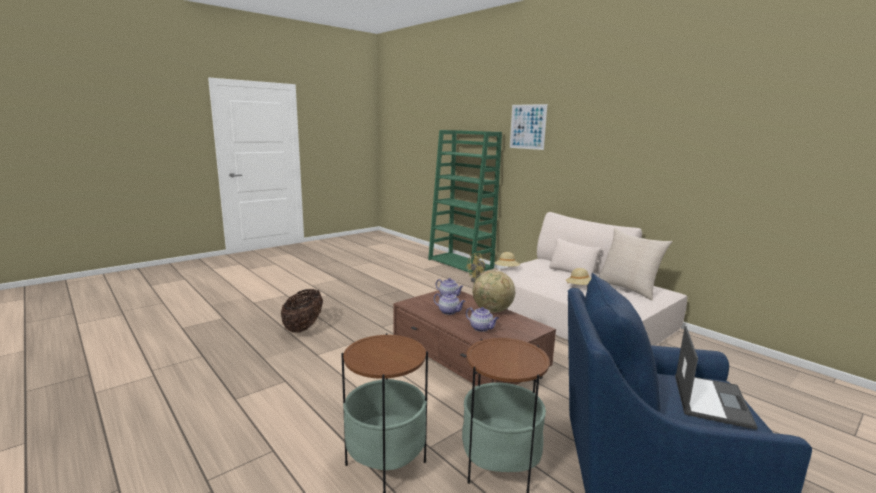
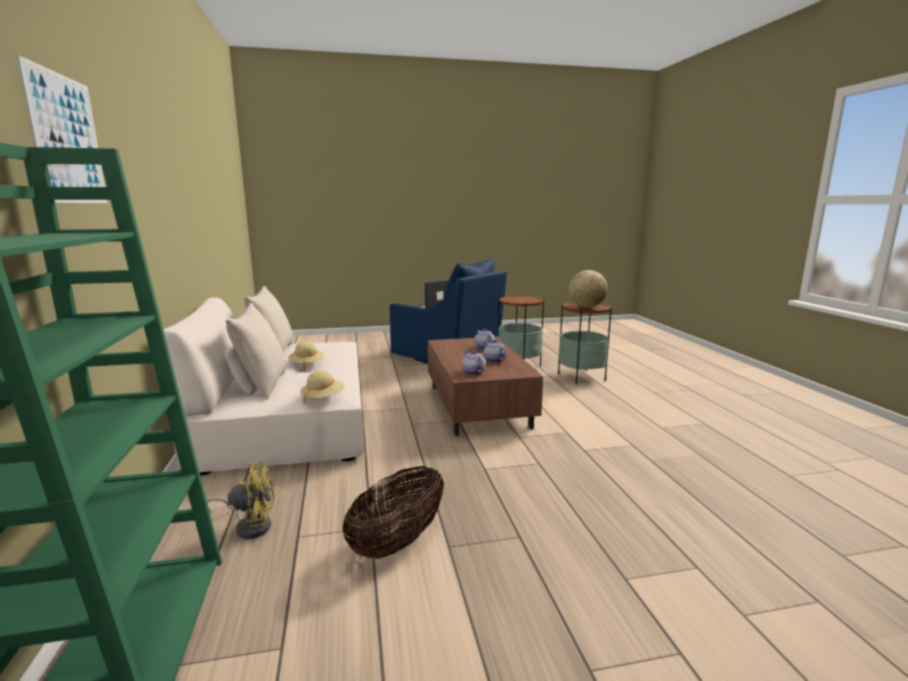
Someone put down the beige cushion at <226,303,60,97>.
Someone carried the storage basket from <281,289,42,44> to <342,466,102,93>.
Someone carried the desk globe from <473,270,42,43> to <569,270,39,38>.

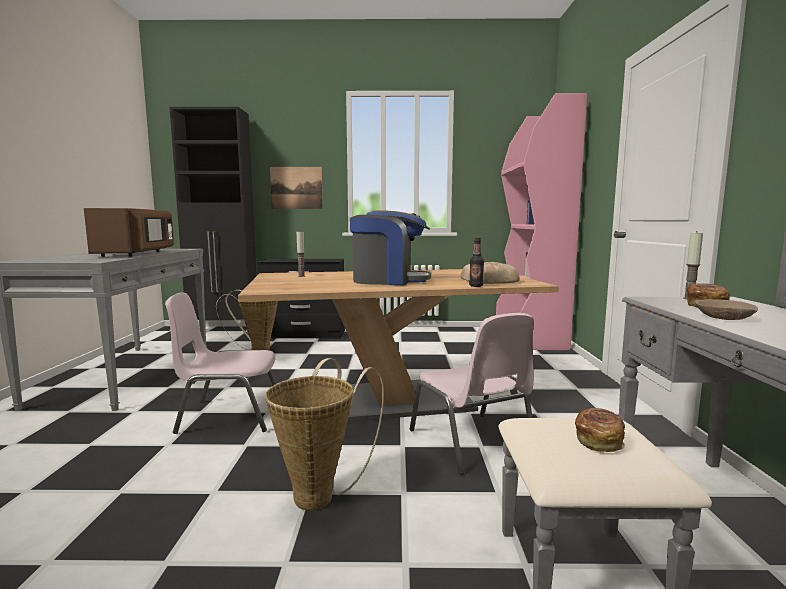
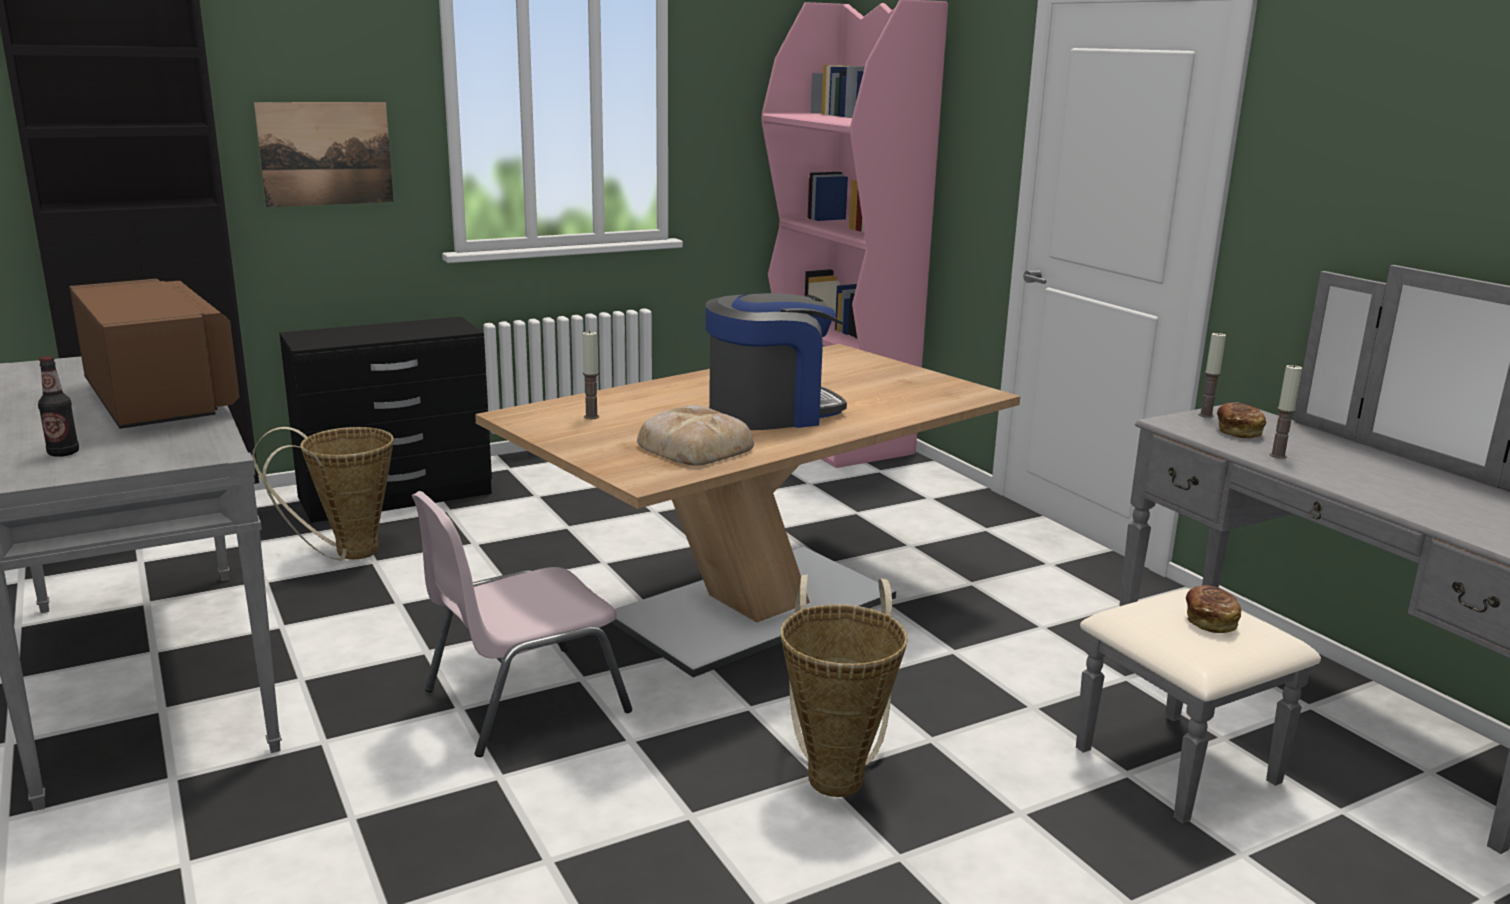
Someone took away the pink chair at <410,313,124,162>.
Someone carried the bakery bread from <460,262,60,22> to <637,405,117,61>.
Someone carried the drink bottle from <469,238,15,49> to <38,356,41,101>.
Someone swapped the beige deep dish at <695,299,63,21> for the candle at <1270,364,32,95>.

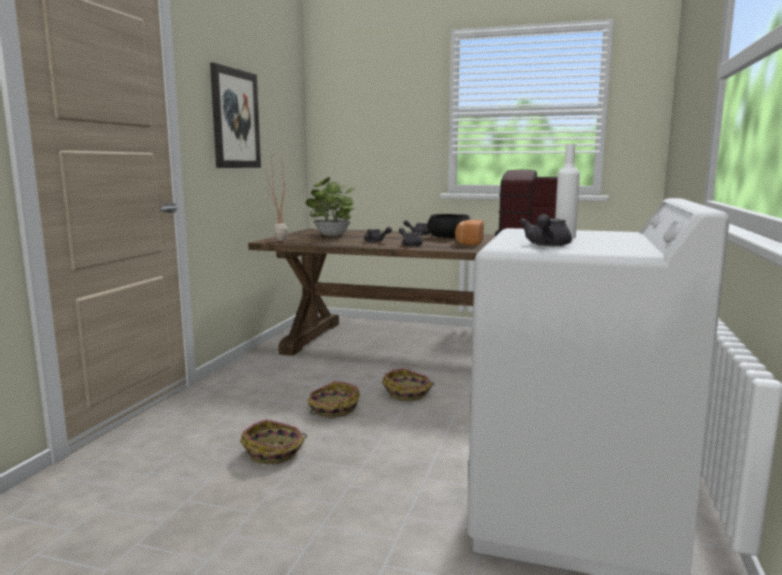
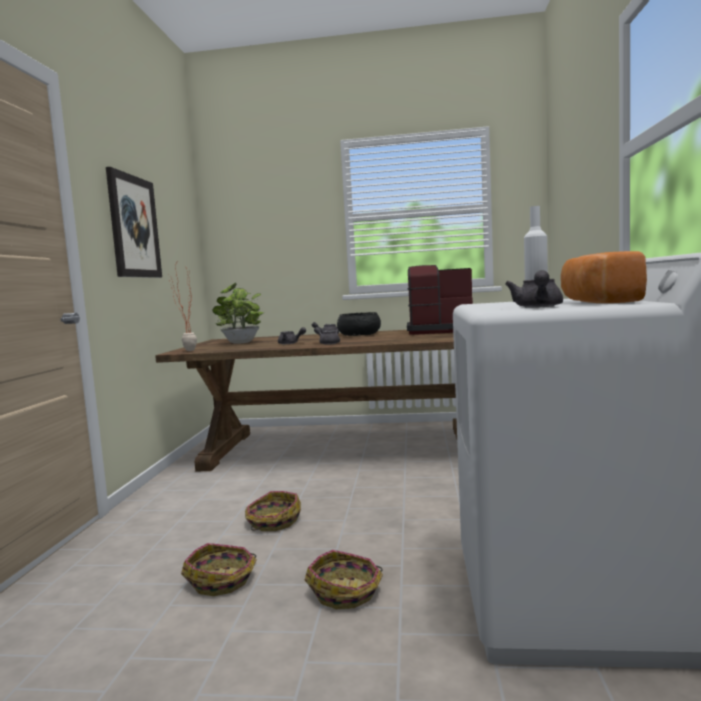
Someone carried the storage basket from <382,368,52,33> to <305,550,78,59>.
Someone carried the bakery bread from <455,220,29,25> to <561,251,86,52>.

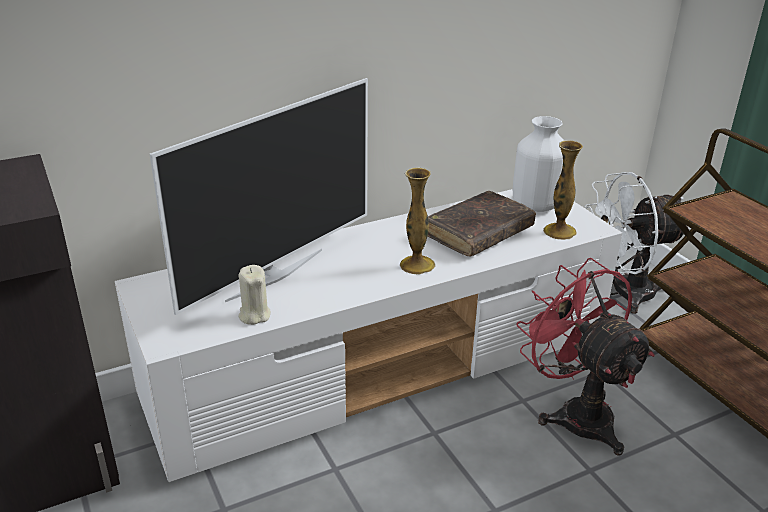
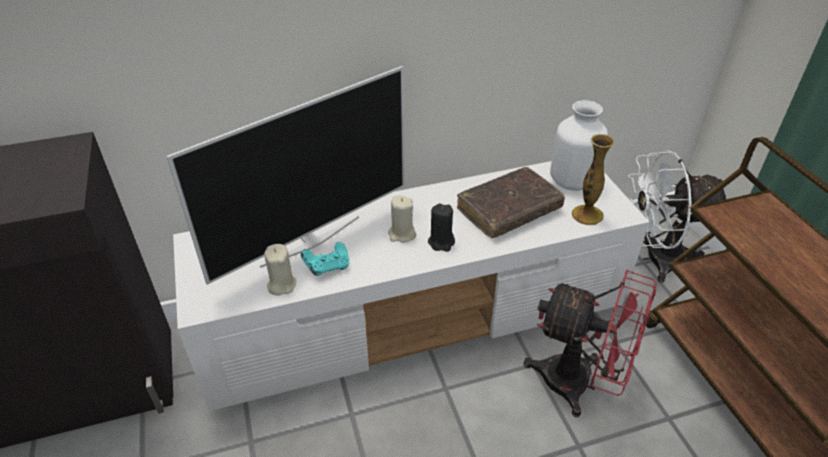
Someone put down the turquoise-coloured joypad at <301,242,48,34>.
Someone put down the beige candle at <388,195,28,48>.
Someone swapped the flower vase at <400,167,36,108> for the black candle at <428,203,27,49>.
Someone rotated the reddish electric fan at <516,258,139,198> by 135 degrees clockwise.

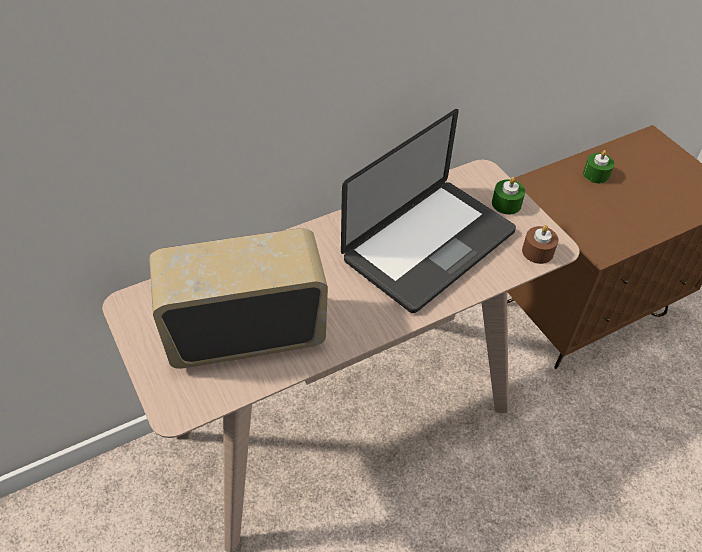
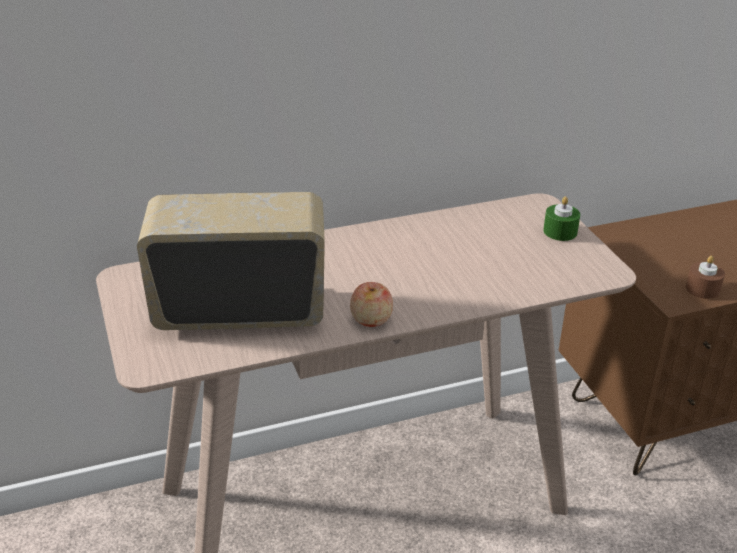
Someone took away the laptop at <341,109,175,204>.
Someone took away the green candle at <583,150,31,33>.
Someone put down the whole apple at <350,282,43,45>.
Someone carried the brownish candle from <522,225,37,39> to <686,256,39,43>.

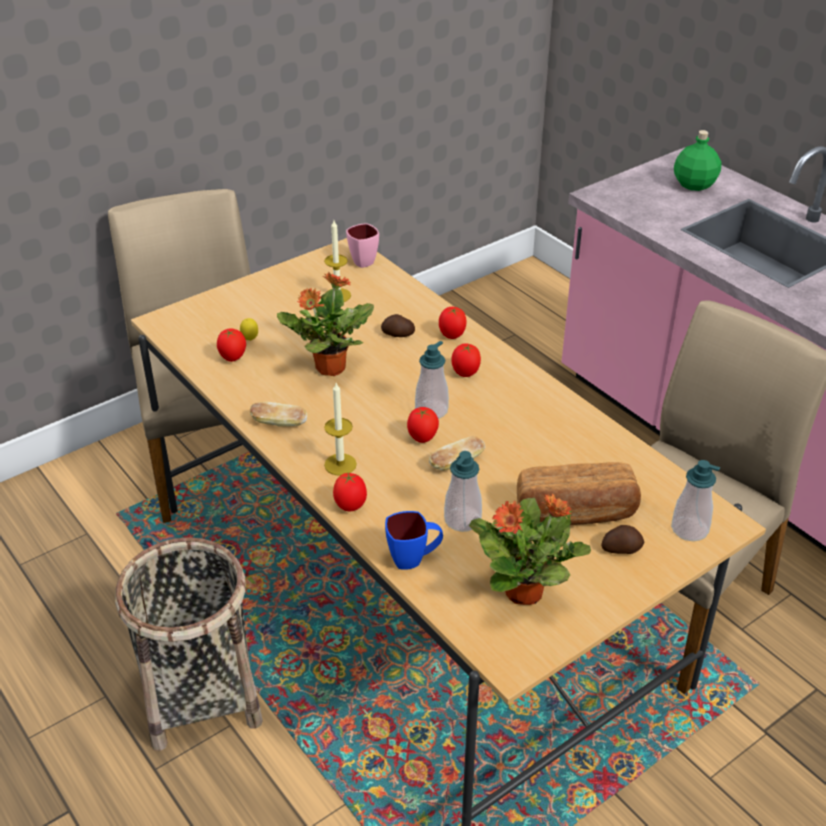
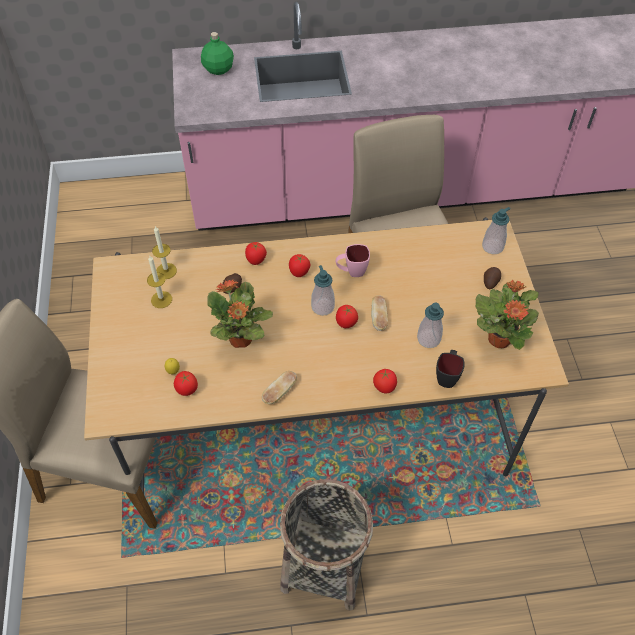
Someone took away the bakery bread at <517,462,124,63>.
Someone carried the candle from <324,383,33,93> to <152,226,25,53>.
Someone carried the pink coffee mug from <346,223,33,45> to <336,244,34,33>.
Someone repainted the bluish coffee mug at <385,511,58,59>, which became the black coffee mug at <436,350,29,38>.

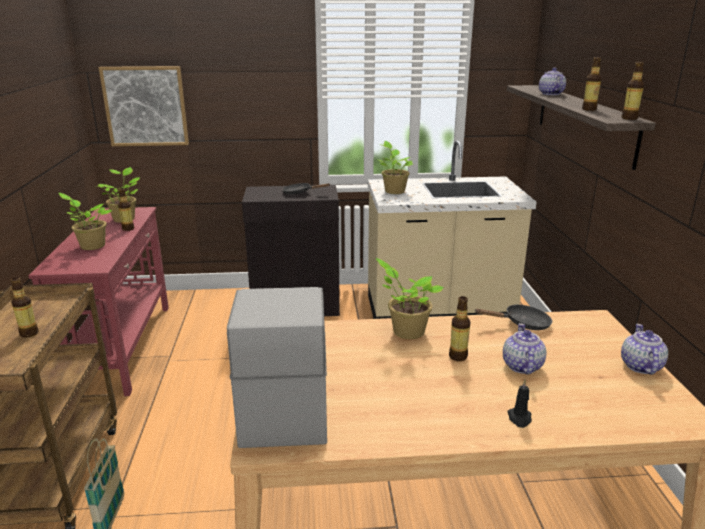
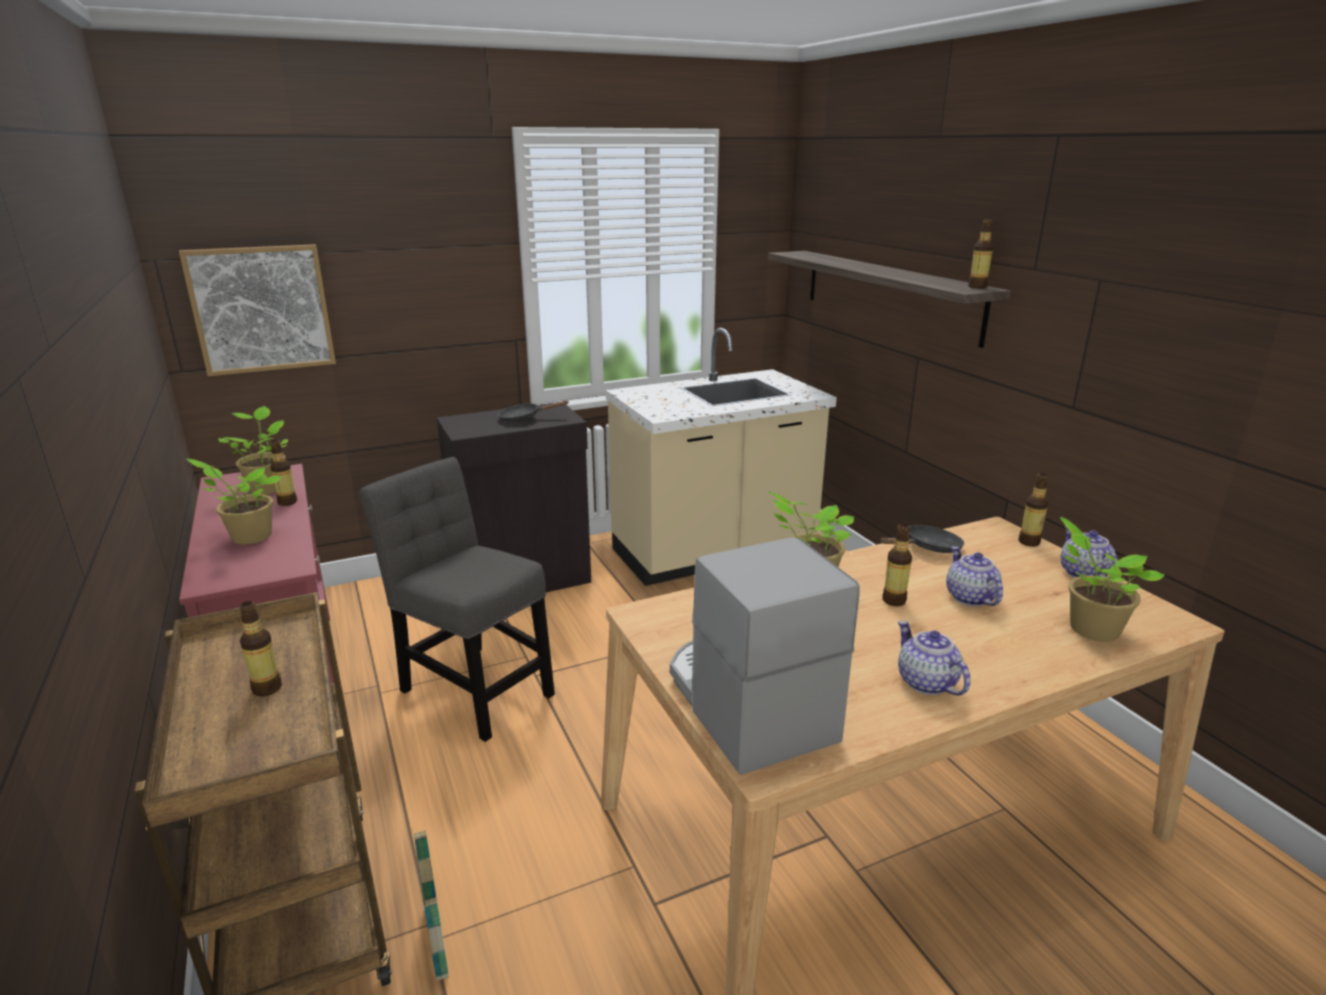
Someone took away the black candle at <507,380,25,48>.
Someone put down the grey chair at <359,457,196,285>.
Someone carried the plant in a pot from <379,141,34,53> to <1060,517,104,125>.
Someone carried the tea pot from <539,68,27,27> to <898,621,73,75>.
Someone carried the drink bottle from <582,57,20,54> to <1018,473,30,74>.

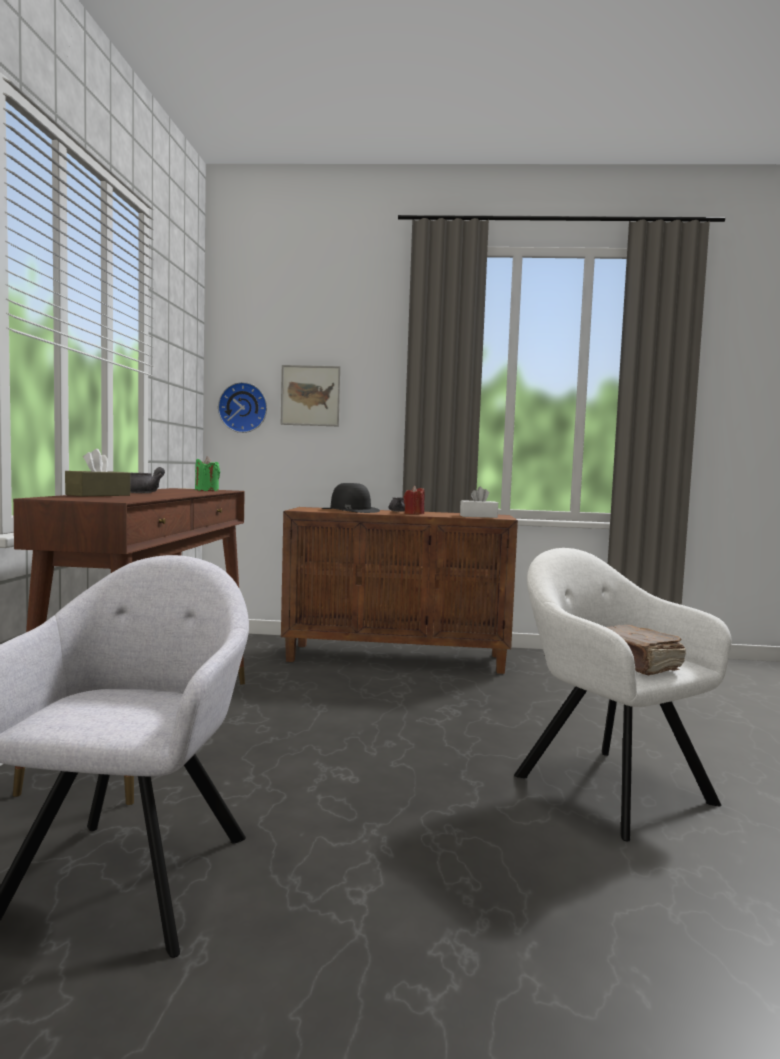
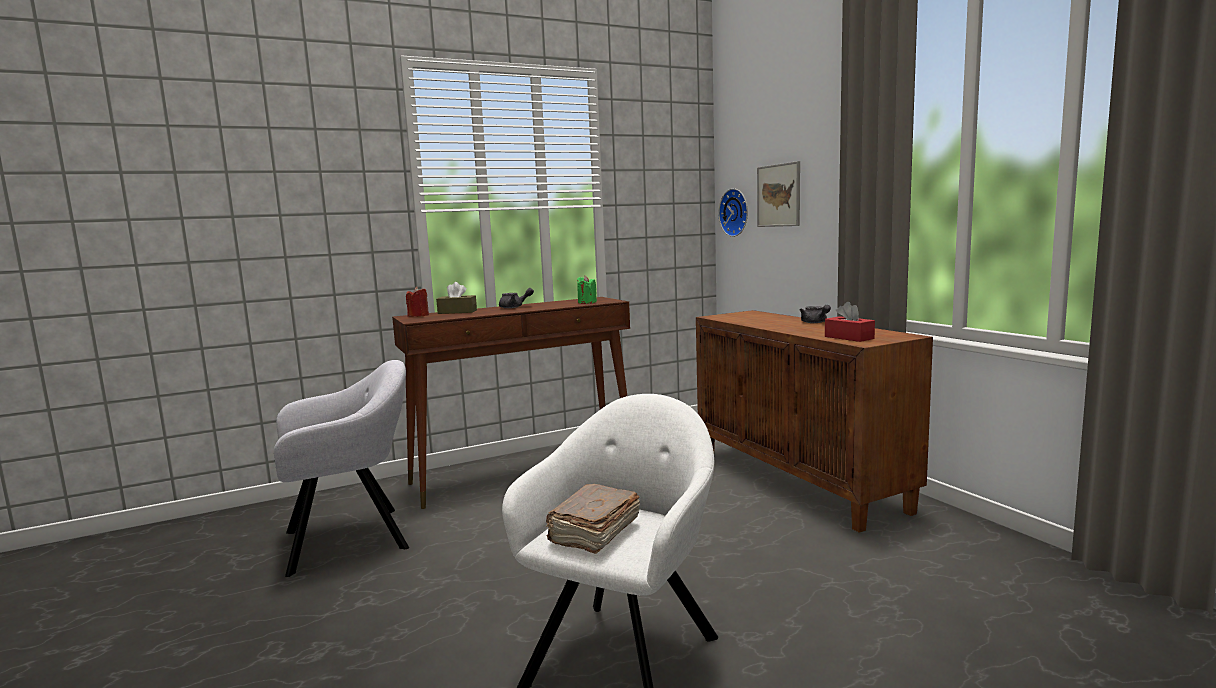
Someone took away the black wearable hat at <321,483,59,30>.
Someone carried the reddish candle from <404,486,21,28> to <406,287,23,30>.
Someone repainted the white tissue box at <460,487,38,31>, which became the reddish tissue box at <825,302,50,40>.

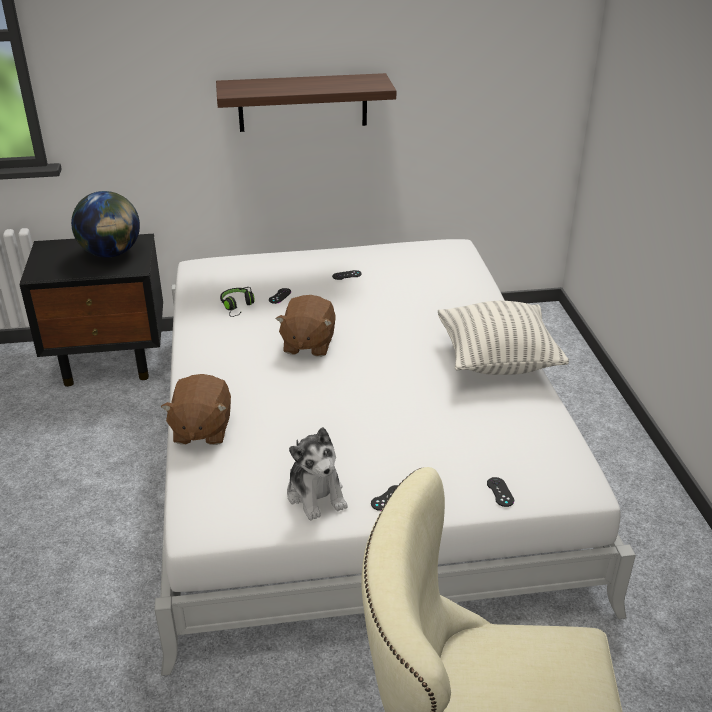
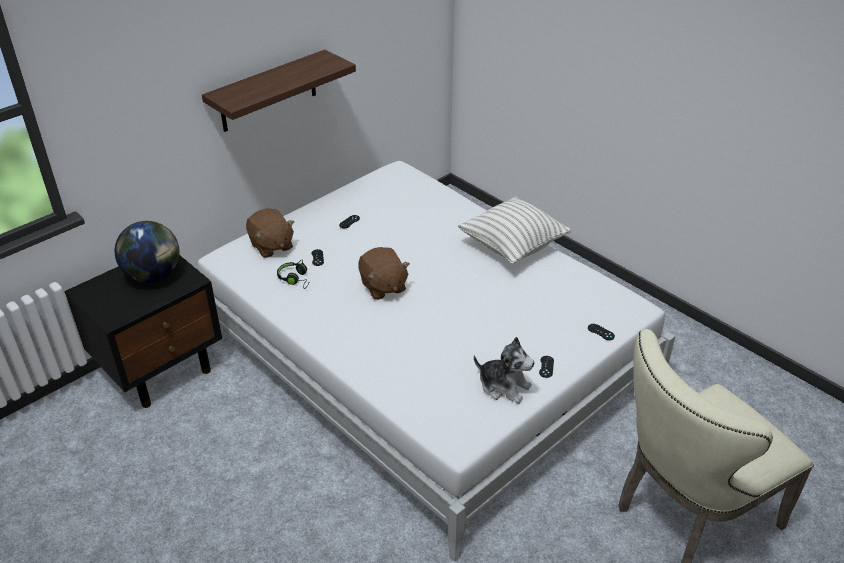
Someone carried the brownish cuddly toy from <161,374,70,71> to <246,209,48,49>.

